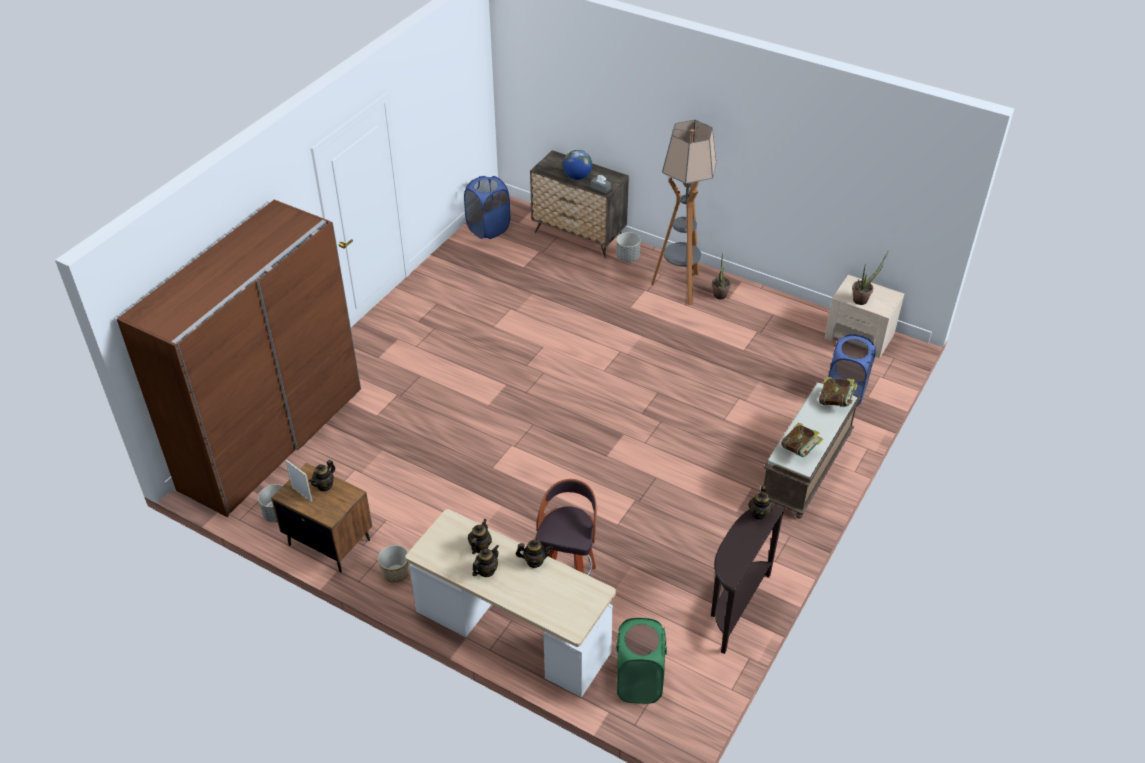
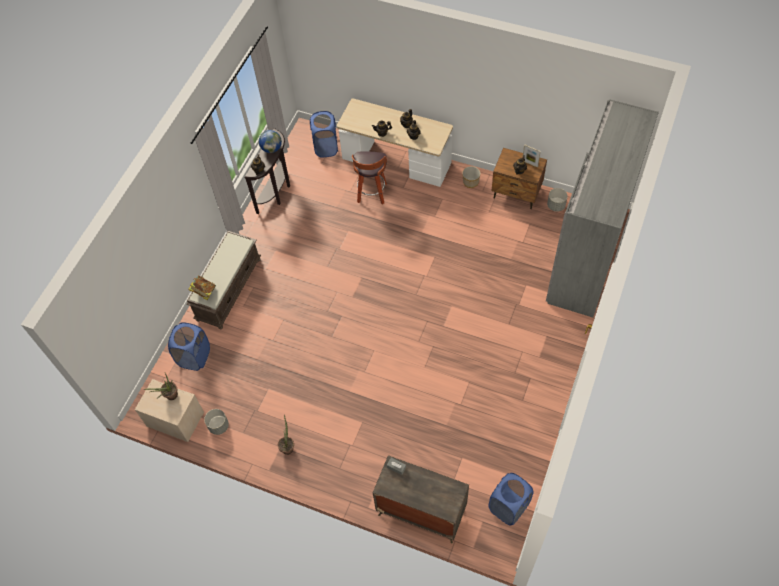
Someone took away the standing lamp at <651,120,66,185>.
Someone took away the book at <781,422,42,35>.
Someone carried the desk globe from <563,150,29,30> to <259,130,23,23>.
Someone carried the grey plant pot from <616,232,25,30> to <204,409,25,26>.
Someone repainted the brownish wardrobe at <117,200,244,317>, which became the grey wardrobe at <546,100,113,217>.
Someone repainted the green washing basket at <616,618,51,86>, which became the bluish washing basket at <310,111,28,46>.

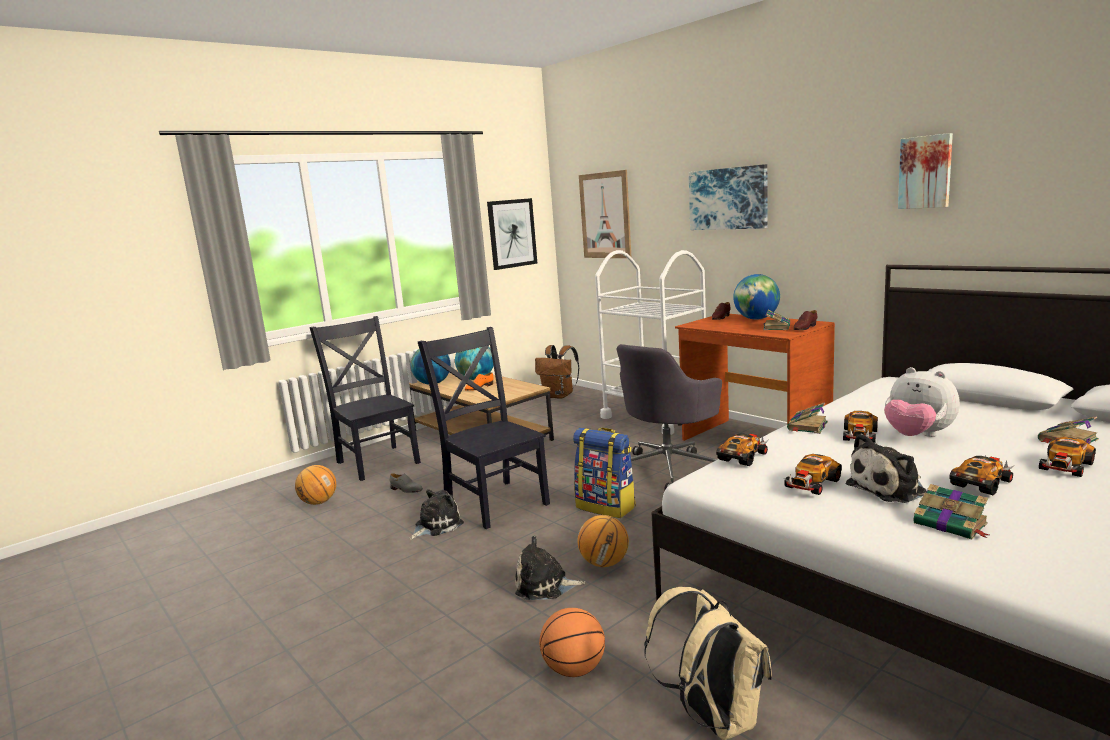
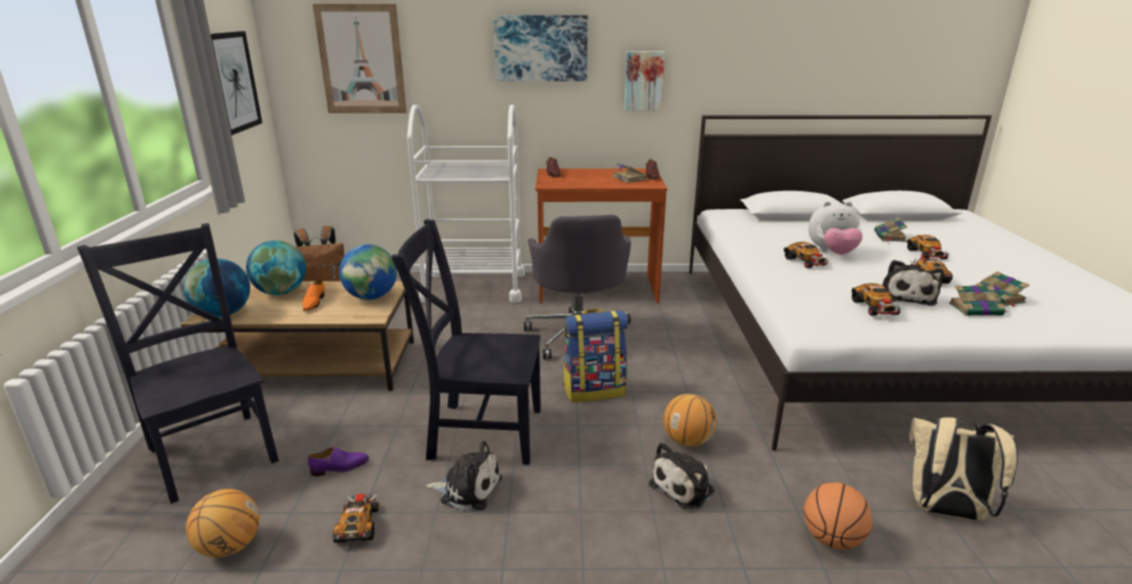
Someone carried the toy car from <716,433,52,33> to <333,493,46,50>.
Someone carried the desk globe from <733,274,47,46> to <339,244,58,56>.
Someone carried the book from <787,402,41,32> to <974,271,55,36>.
Someone carried the wall art from <898,133,55,76> to <625,51,40,60>.
Someone repainted the grey shoe at <390,473,33,20>, which became the purple shoe at <308,447,61,29>.
Someone rotated the black chair at <309,316,112,165> by 45 degrees clockwise.
Someone rotated the cuddly toy at <409,489,55,51> by 105 degrees clockwise.

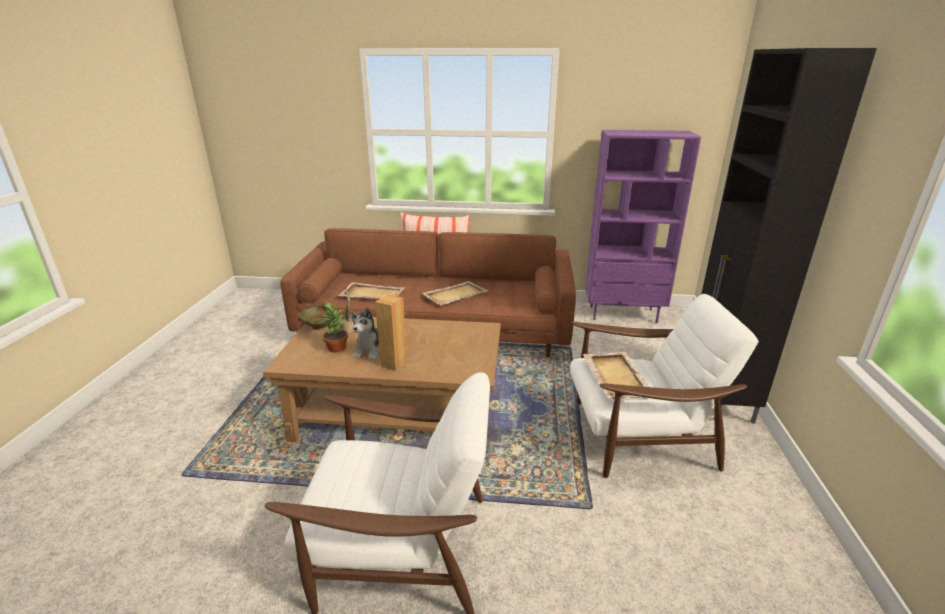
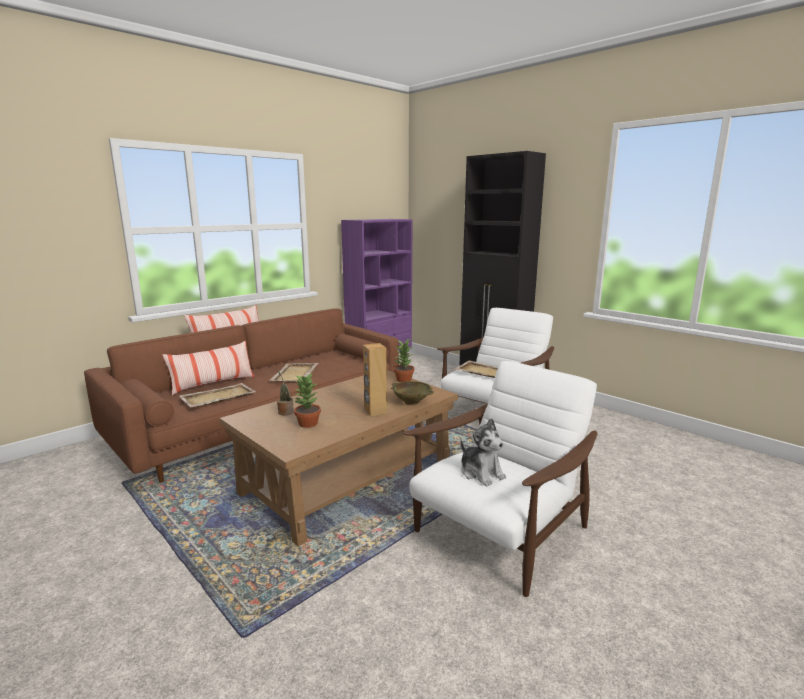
Someone put down the cushion at <162,341,92,54>.
Someone put down the plant in a pot at <394,339,21,43>.
Someone carried the beige deep dish from <298,303,37,27> to <391,381,43,24>.
Someone carried the cuddly toy from <350,307,30,54> to <460,418,46,68>.

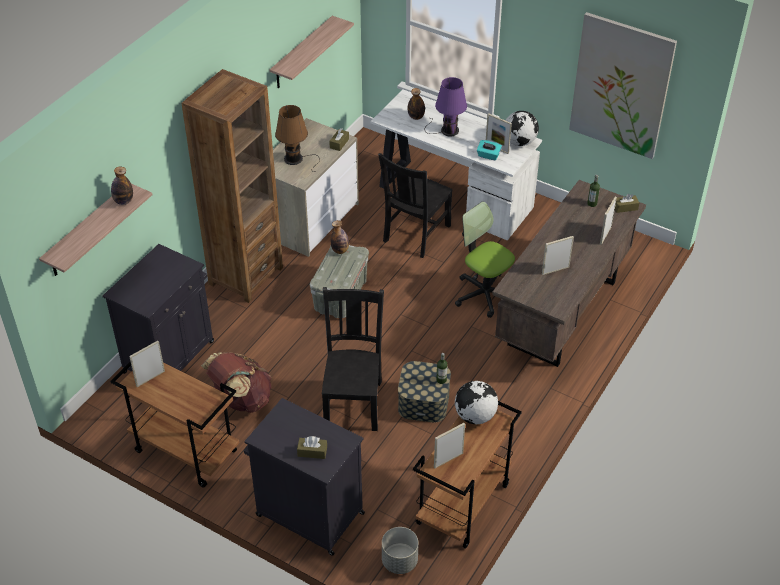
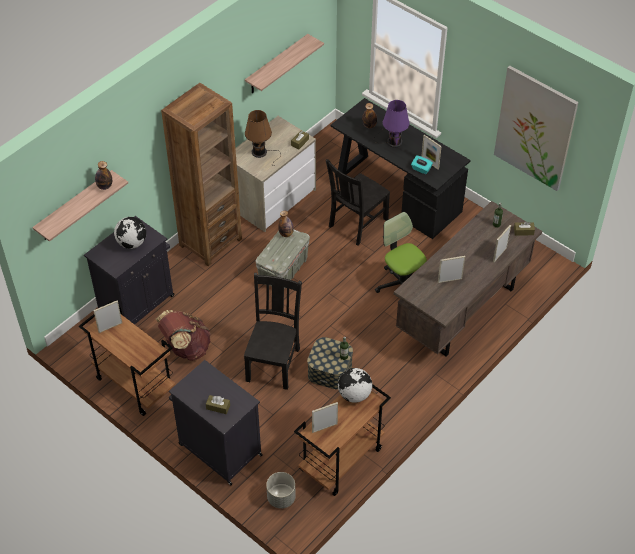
Someone carried the desk globe from <505,111,34,35> to <114,217,32,32>.
Someone repainted the white desk unit at <370,89,172,152>, which became the black desk unit at <330,98,140,141>.

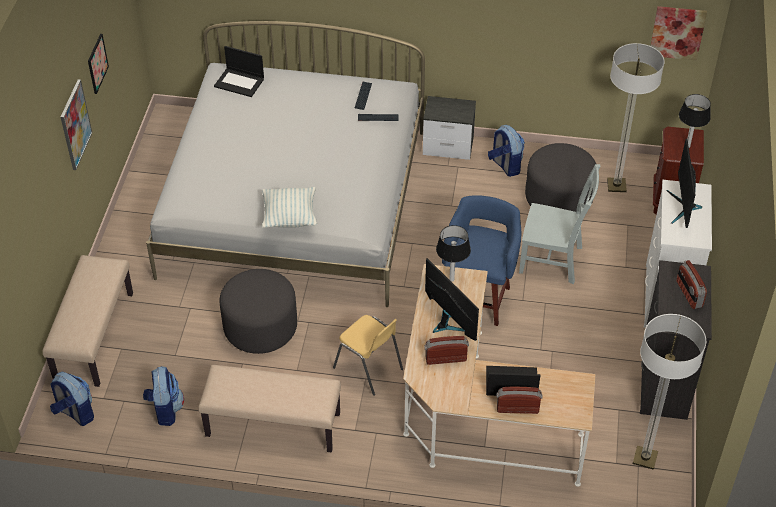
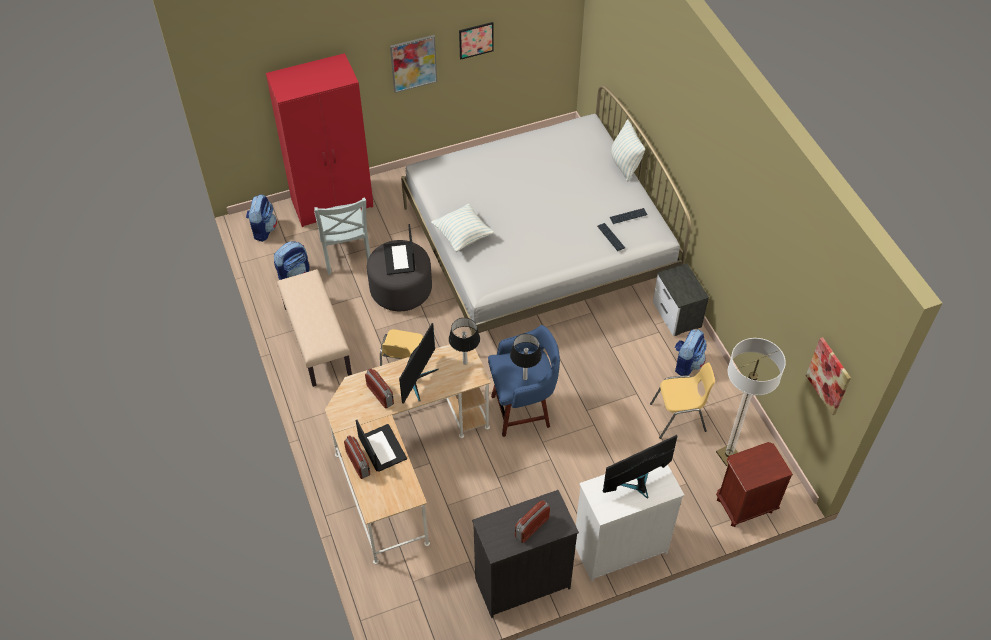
Someone took away the standing lamp at <633,314,73,156>.
Someone put down the cushion at <611,119,34,62>.
Someone carried the laptop from <214,46,50,51> to <383,224,32,51>.
Someone carried the grey chair from <519,164,81,120> to <314,197,57,78>.
Someone carried the lamp for a table from <679,94,32,54> to <510,334,32,46>.
Someone swapped the beige long seat at <42,255,91,132> for the reddish wardrobe at <266,53,107,174>.
Someone swapped the grey footrest at <525,143,71,69> for the yellow chair at <650,362,65,77>.

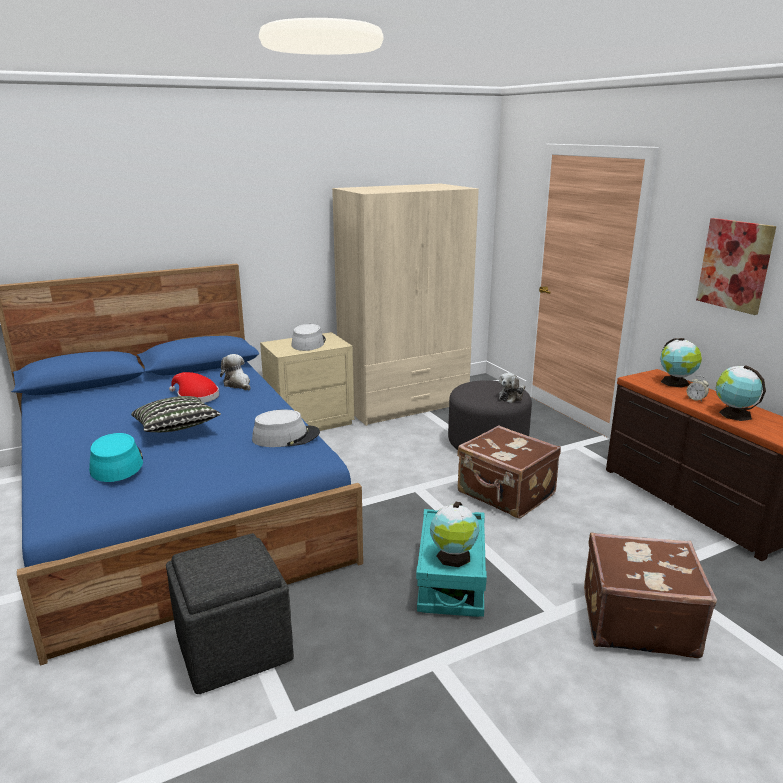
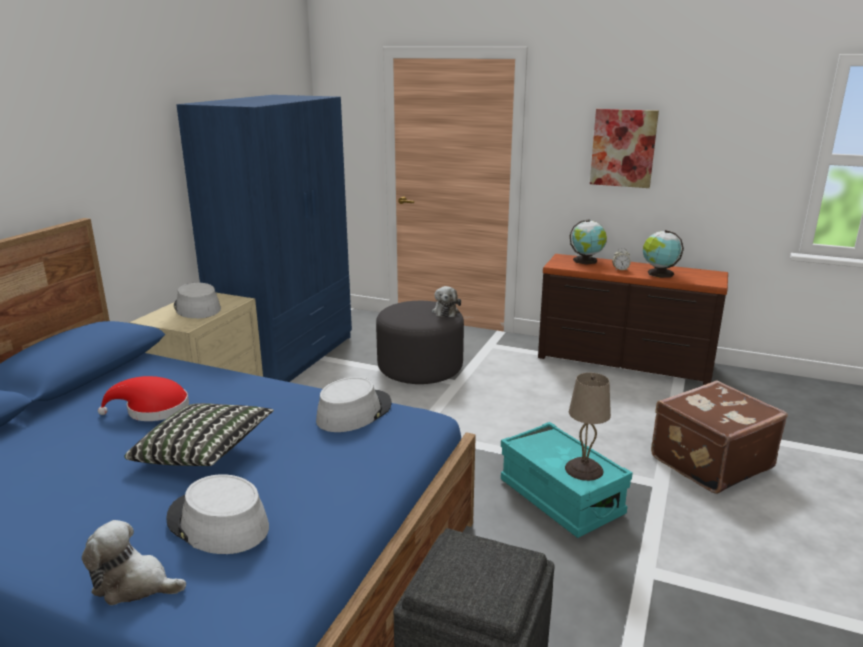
Someone took away the brownish suitcase at <457,425,104,93>.
Someone carried the cuddly toy from <220,354,30,36> to <82,520,104,85>.
Someone swapped the desk globe at <430,502,49,65> for the beige lamp for a table at <565,373,46,108>.
Someone repainted the turquoise-coloured wearable hat at <89,433,54,49>, which became the grey wearable hat at <166,474,103,80>.
Someone repainted the beige wardrobe at <332,184,147,242>, which became the bluish wardrobe at <176,95,176,287>.

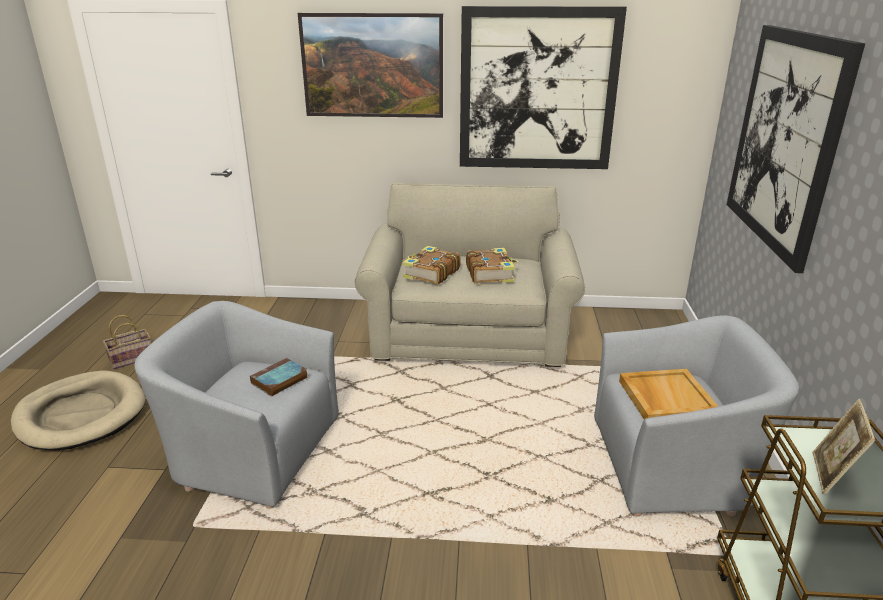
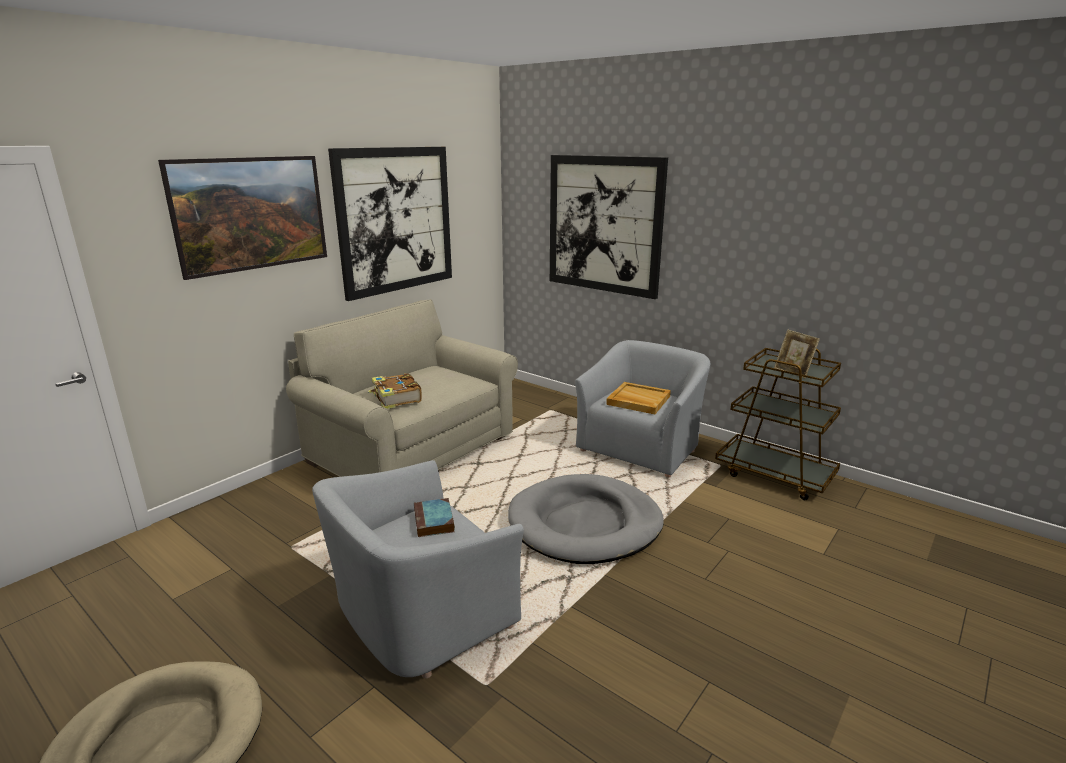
Someone took away the storage basket at <103,315,48,54>.
Someone took away the book at <466,248,52,36>.
Someone put down the grey dog bed at <508,474,156,90>.

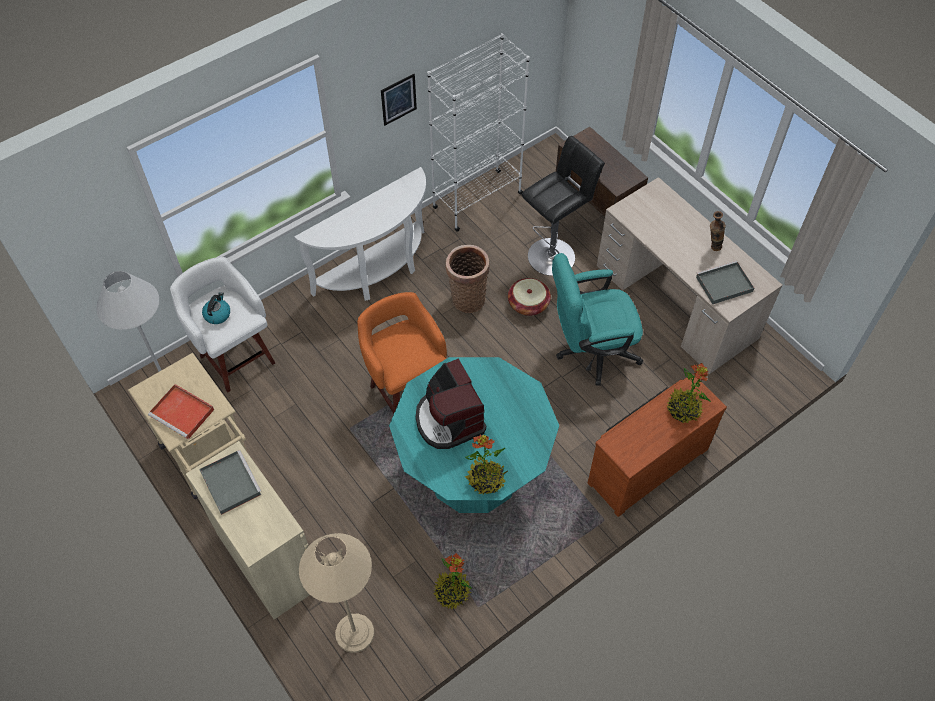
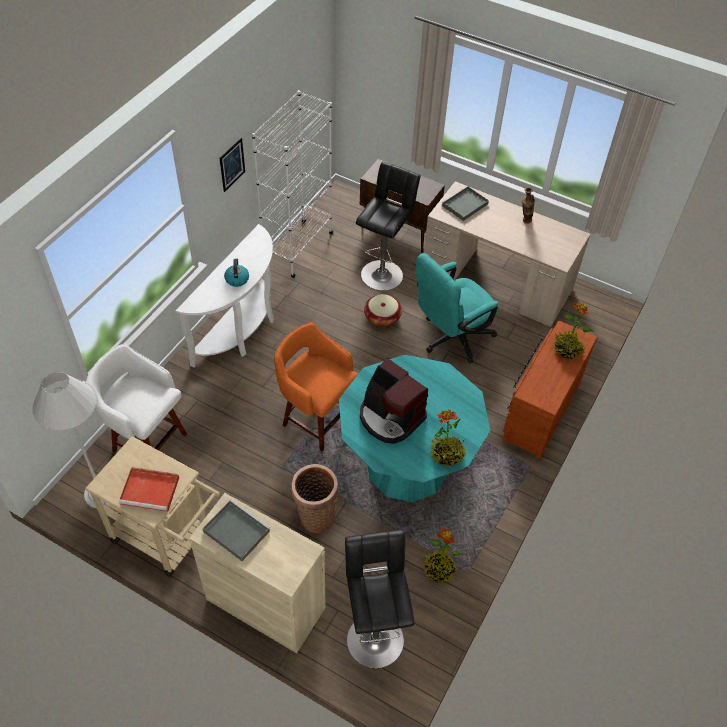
Someone carried the kettle from <202,292,28,32> to <224,258,25,29>.
Someone carried the storage basket from <446,245,44,68> to <291,464,47,69>.
Someone carried the grey serving tray from <696,261,58,43> to <441,186,48,35>.
Someone swapped the beige standing lamp at <299,533,75,120> for the black sitting stool at <345,530,70,138>.

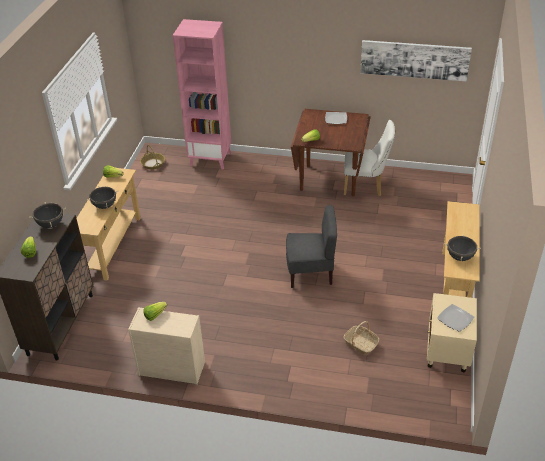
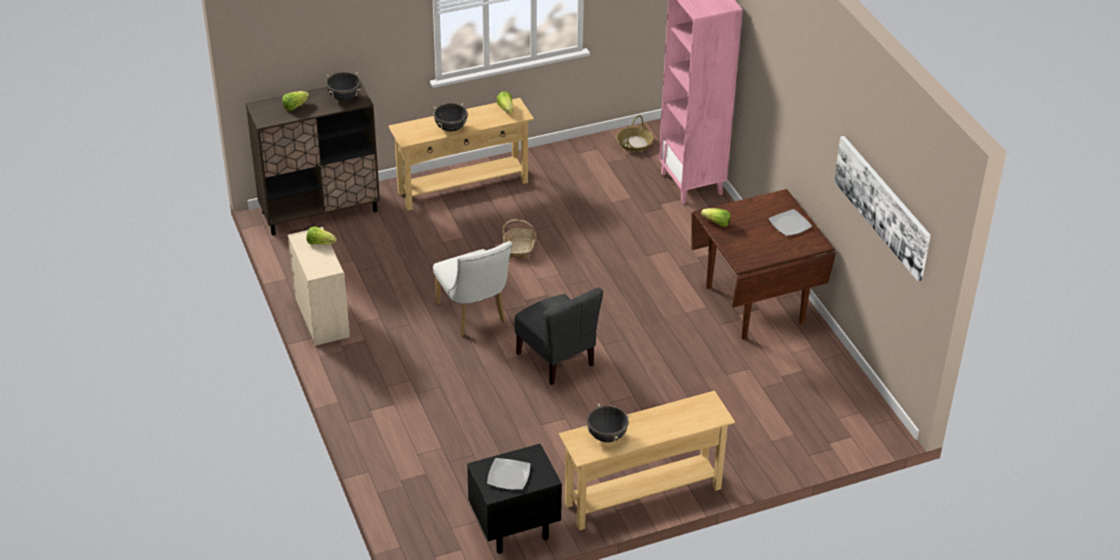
Someone carried the white chair from <344,120,51,76> to <433,241,79,95>.
Someone carried the storage basket from <344,321,35,34> to <502,219,34,40>.
Someone repainted the beige bedside table at <427,293,50,79>, which became the black bedside table at <467,444,95,110>.

